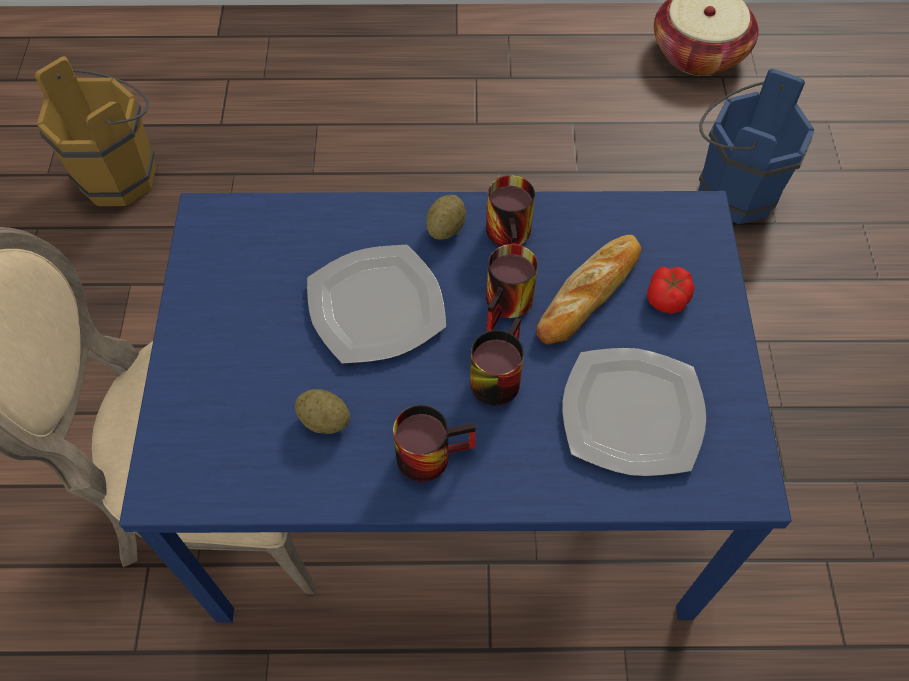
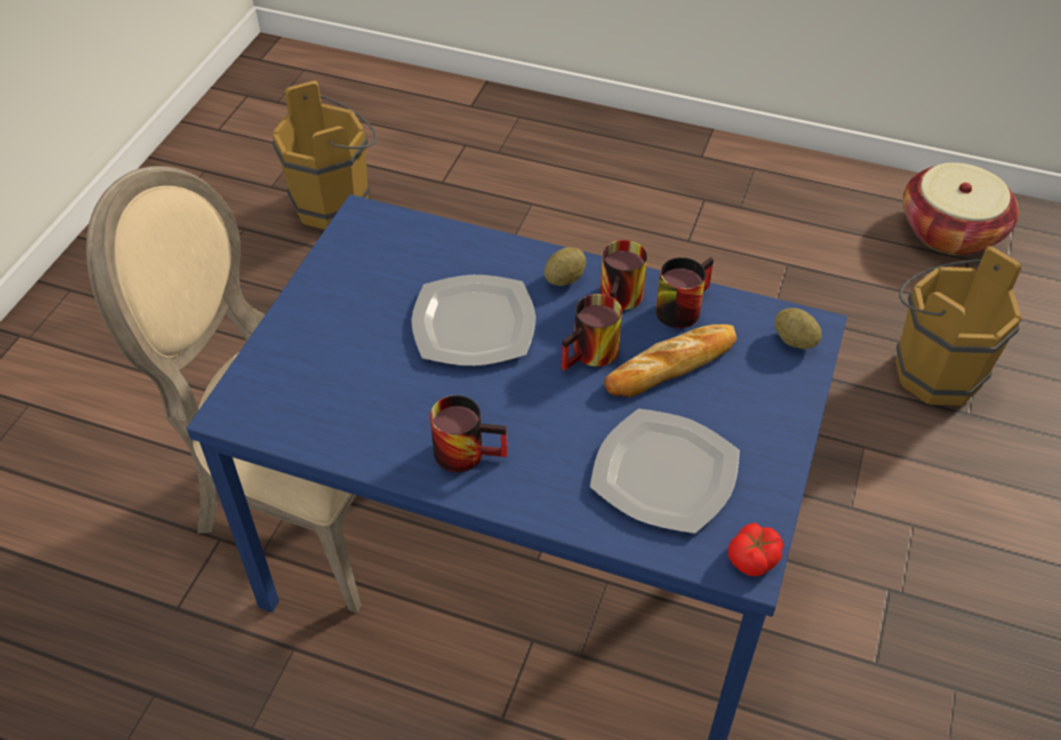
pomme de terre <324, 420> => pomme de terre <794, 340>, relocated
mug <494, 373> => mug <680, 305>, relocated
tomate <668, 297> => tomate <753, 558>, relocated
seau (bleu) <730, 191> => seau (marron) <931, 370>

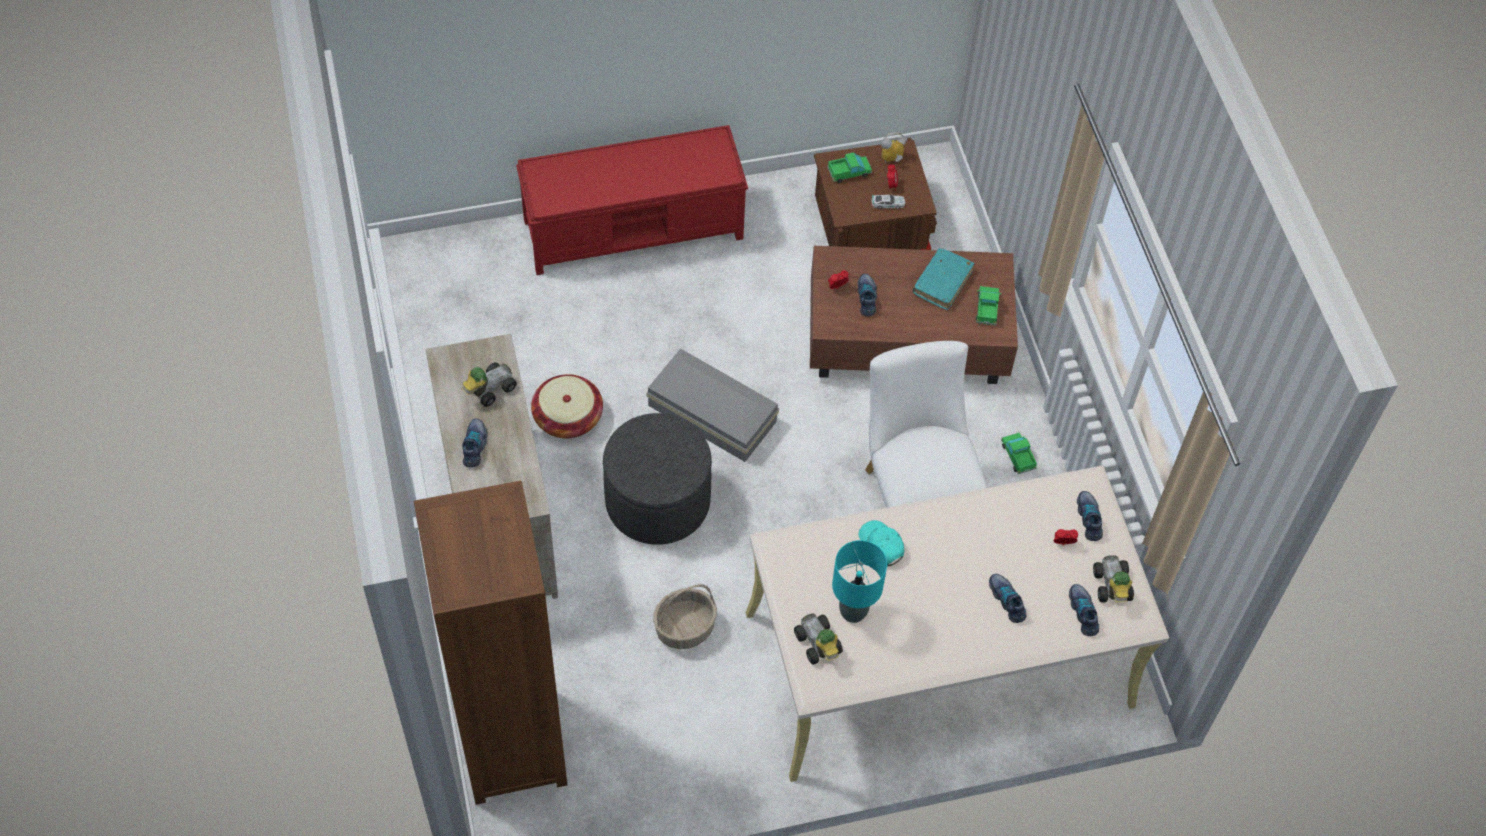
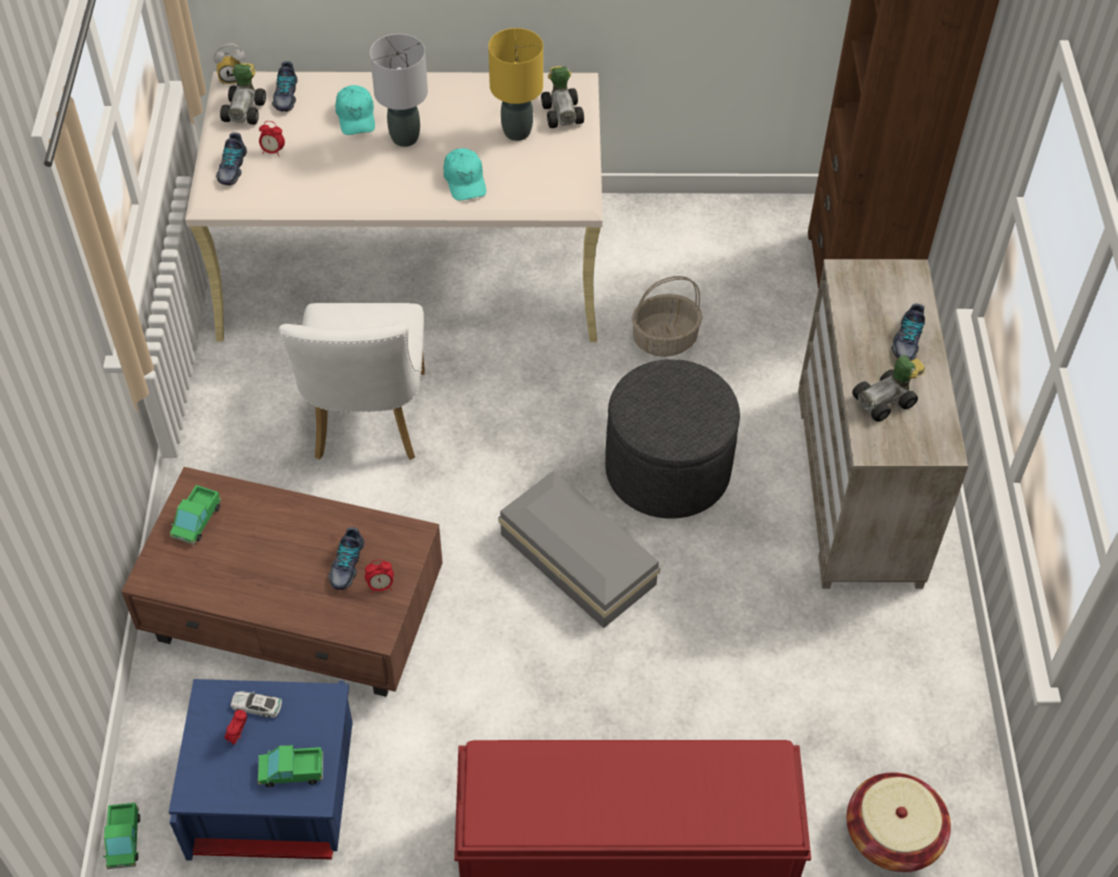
livre (turquoise) <942, 282> => nothing
nothing => lampe de table (gris) <405, 137>
panier <568, 417> => panier <892, 834>, relocated
réveil <892, 160> => réveil <234, 77>, relocated
camion jouet <1017, 456> => camion jouet <124, 840>, relocated
chaussure <1007, 600> => casquette (turquoise) <356, 116>
boîte de rangement (marron) <869, 223> => boîte de rangement (bleu) <273, 794>
lampe de table (turquoise) <852, 611> => lampe de table (jaune) <517, 132>

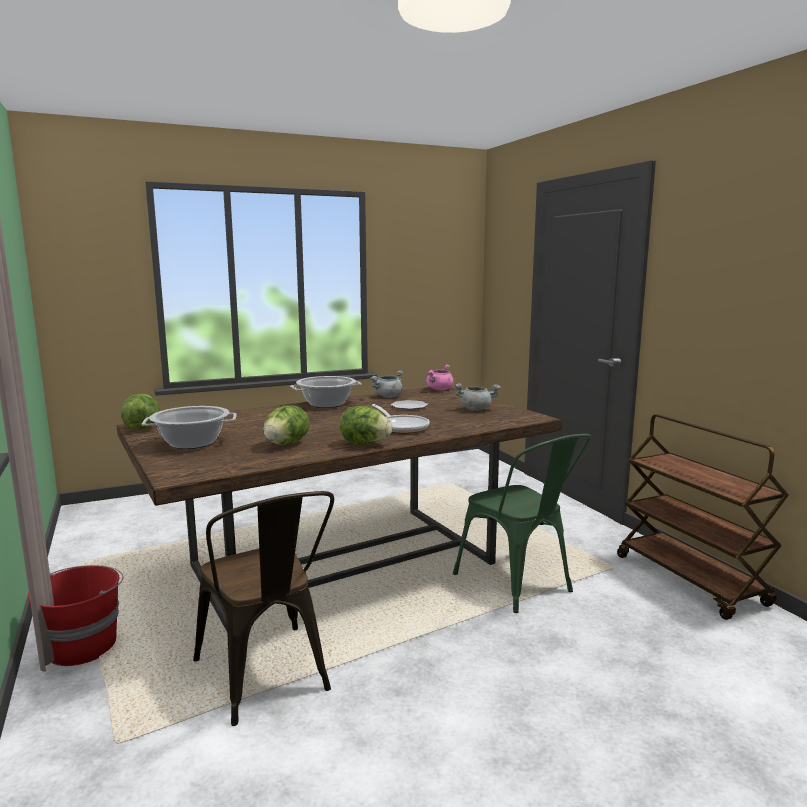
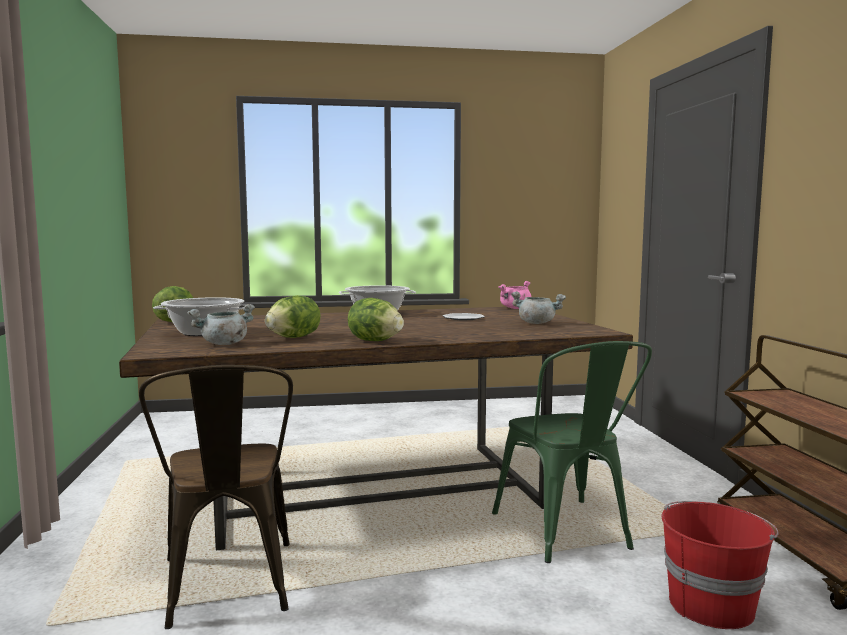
poêle <401, 427> => nothing
seau (rouge) <83, 645> => seau (rouge) <711, 604>, relocated
marmite (gris) <388, 397> => marmite (gris) <224, 344>, relocated

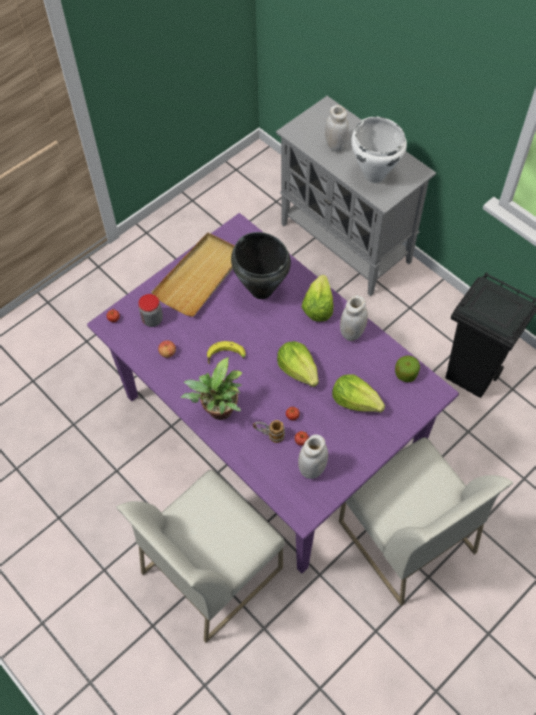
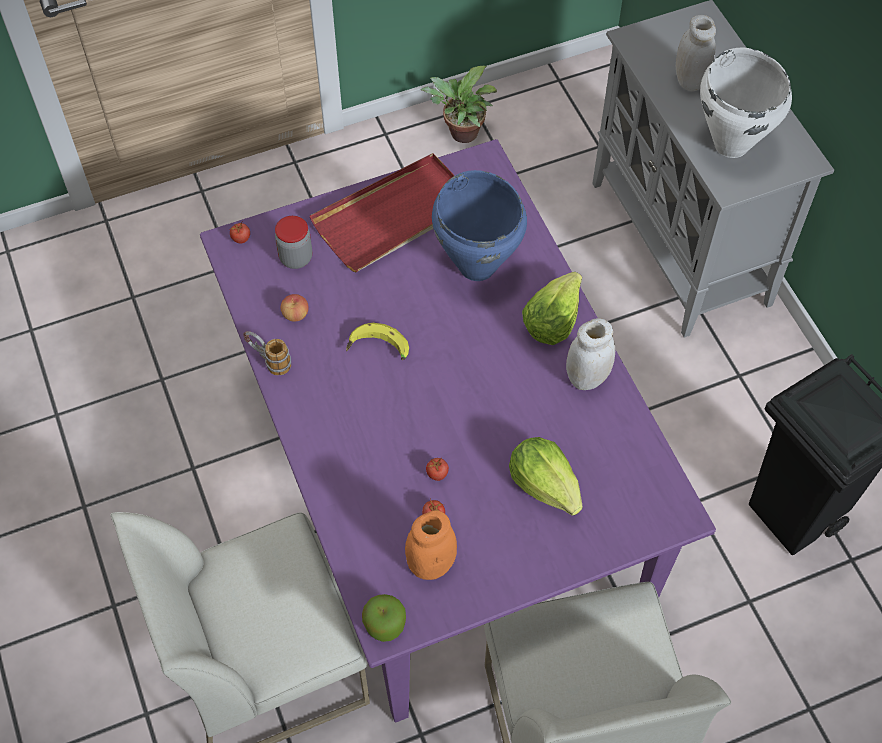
laitue <298, 370> => nothing
plante en pot <218, 412> => plante en pot <460, 134>, relocated
mug <269, 435> => mug <269, 361>, relocated
pomme <405, 374> => pomme <384, 624>, relocated
plateau (beige) <200, 276> => plateau (rouge) <395, 216>
marmite (noir) <261, 289> => marmite (bleu) <477, 265>
bocal (blanc) <312, 468> => bocal (orange) <431, 564>

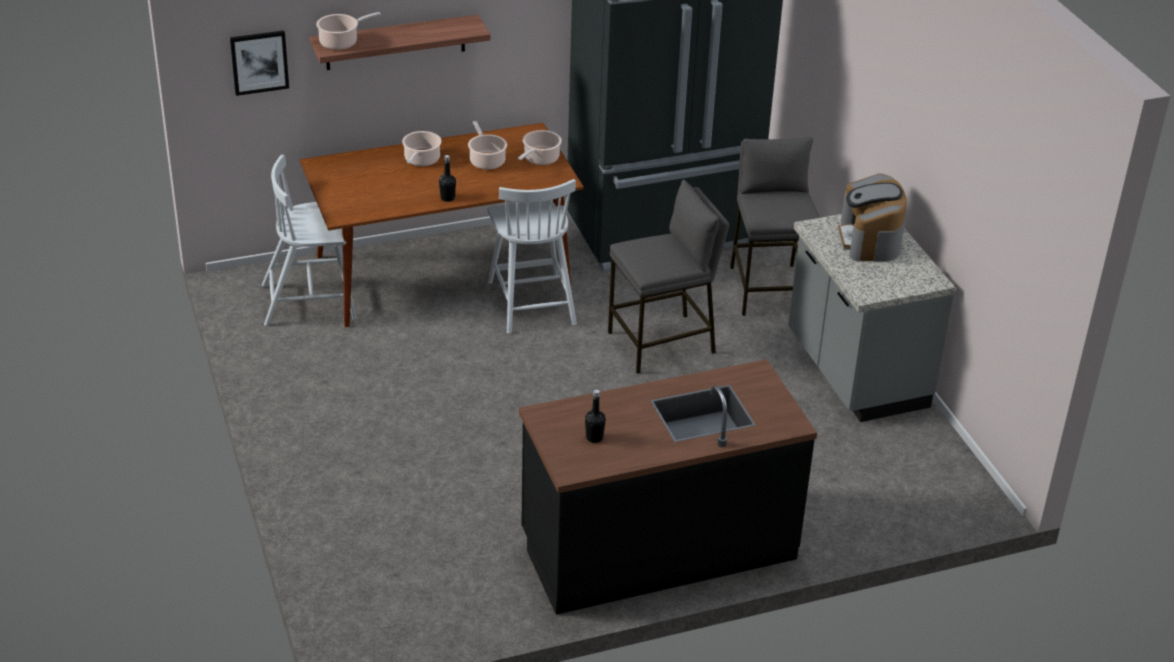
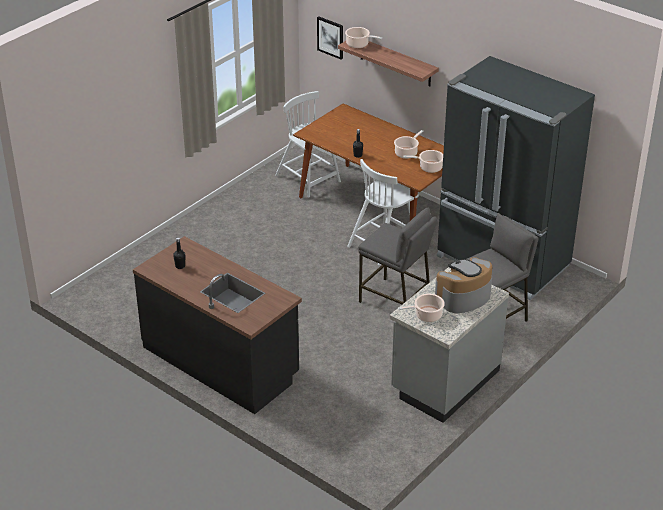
marmite <421, 160> => marmite <426, 315>, relocated

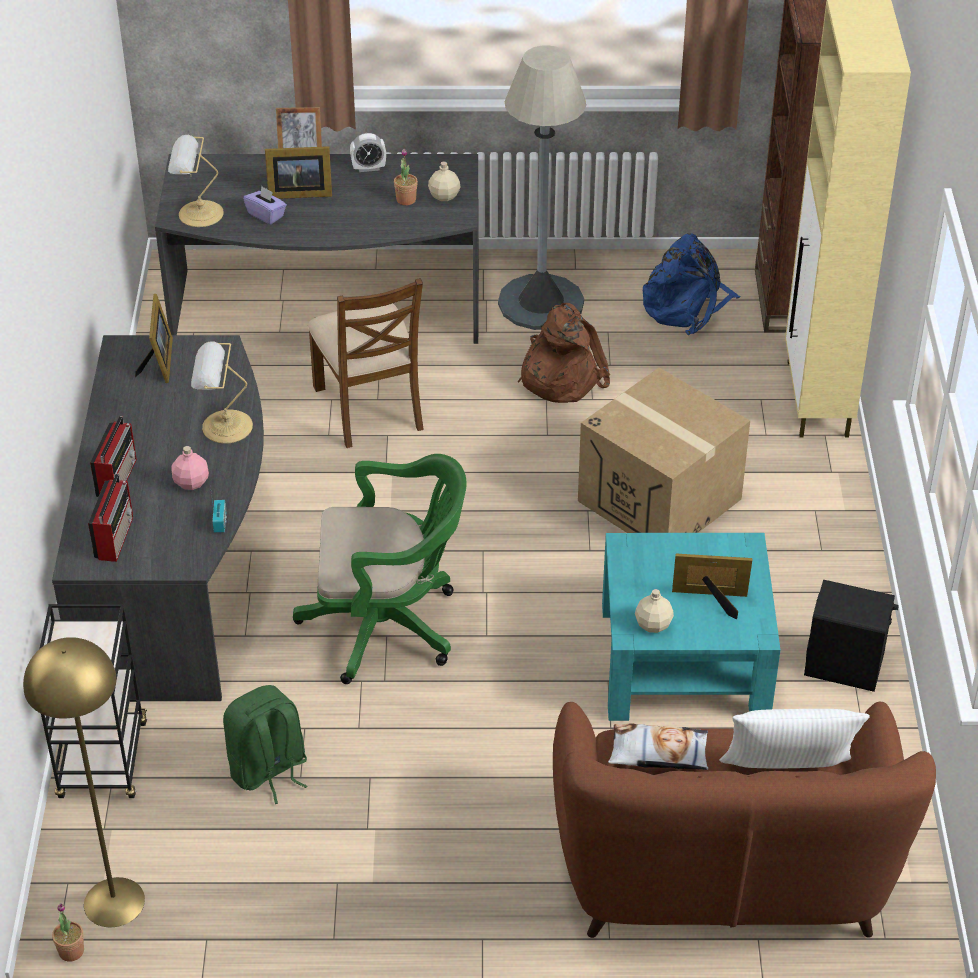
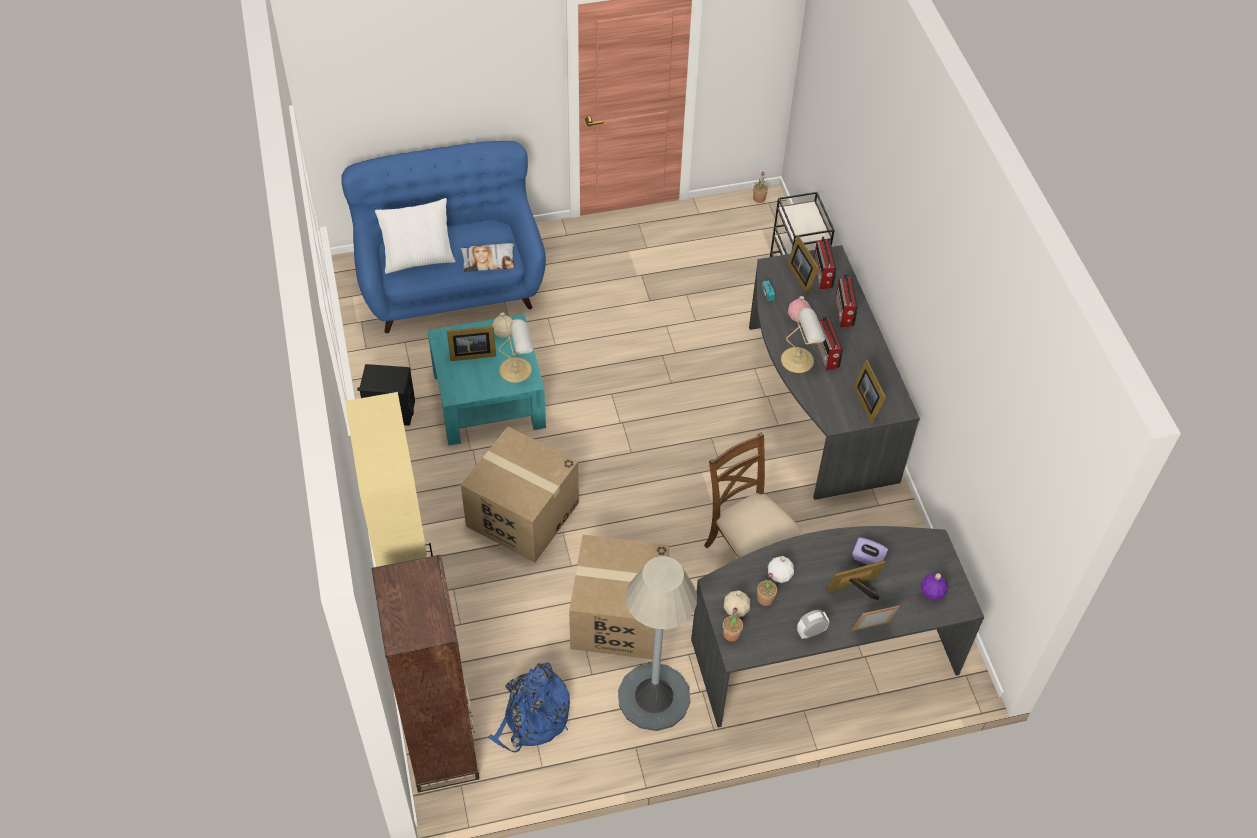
lampadaire (jaune) <114, 902> => nothing
sac à dos (vert) <268, 771> => nothing
chaise de bureau (vert) <389, 625> => nothing
nothing => plante en pot <731, 634>
nothing => bouteille (blanc) <780, 575>
nothing => cadre photo <802, 276>
nothing => radio <826, 355>
nothing => bouteille (violet) <932, 593>
lampe de table <198, 214> => lampe de table <517, 369>, relocated
sac à dos (marron) <560, 376> => carton <618, 616>
canapé (marron) <722, 873> => canapé (bleu) <451, 284>

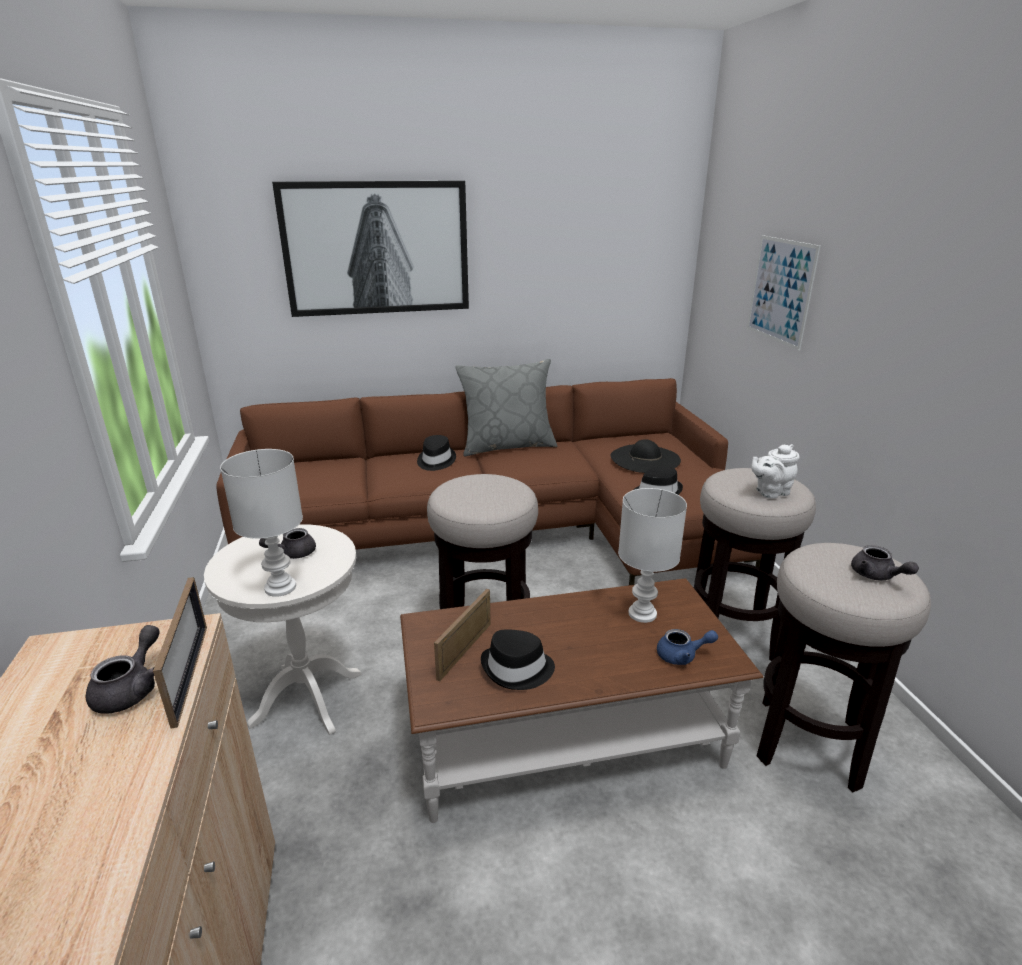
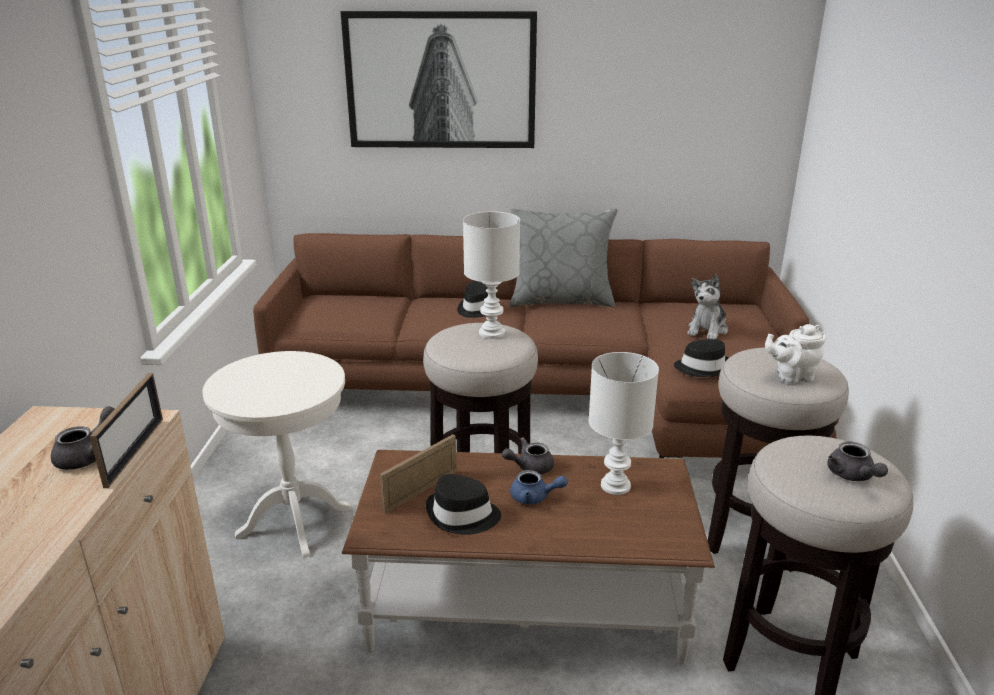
tableau <780, 291> => nothing
lampe de table (blanc) <280, 588> => lampe de table (blanc) <491, 333>, relocated
théière (gris) <292, 553> => théière (gris) <529, 467>, relocated
théière (bleu) <682, 656> => théière (bleu) <534, 497>, relocated
chapeau (noir) <645, 458> => peluche <707, 330>

